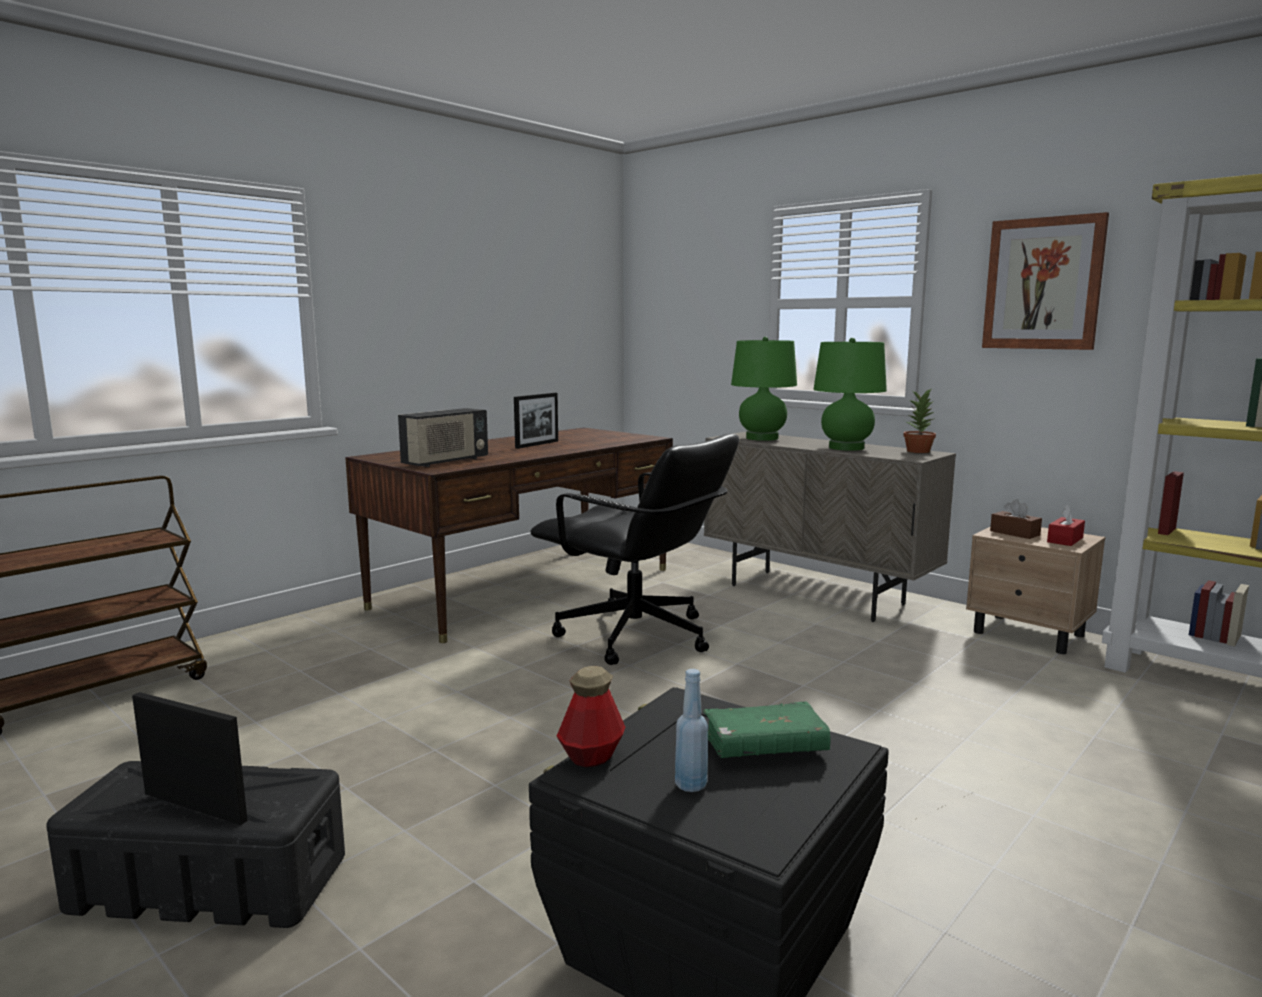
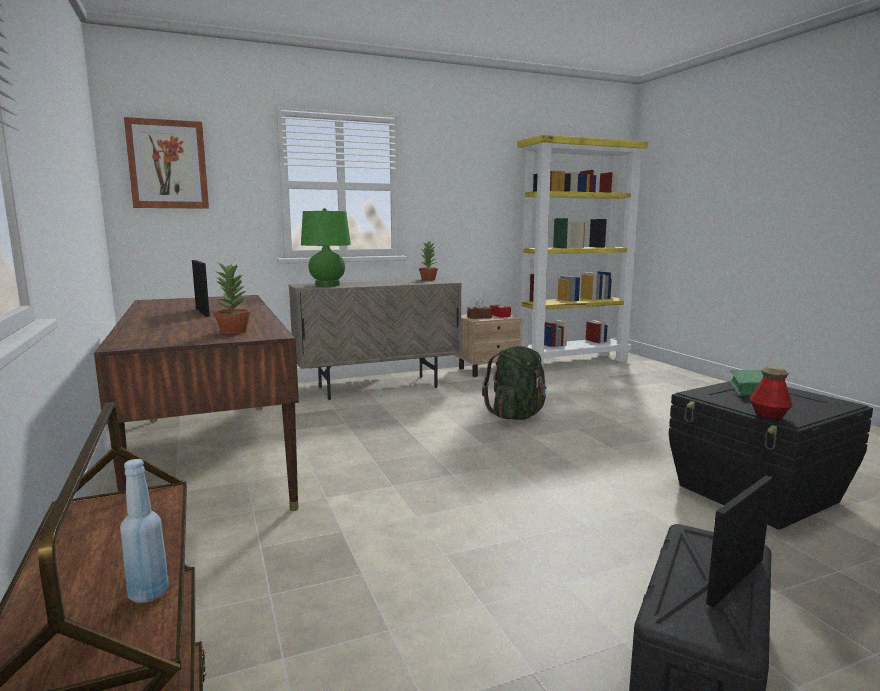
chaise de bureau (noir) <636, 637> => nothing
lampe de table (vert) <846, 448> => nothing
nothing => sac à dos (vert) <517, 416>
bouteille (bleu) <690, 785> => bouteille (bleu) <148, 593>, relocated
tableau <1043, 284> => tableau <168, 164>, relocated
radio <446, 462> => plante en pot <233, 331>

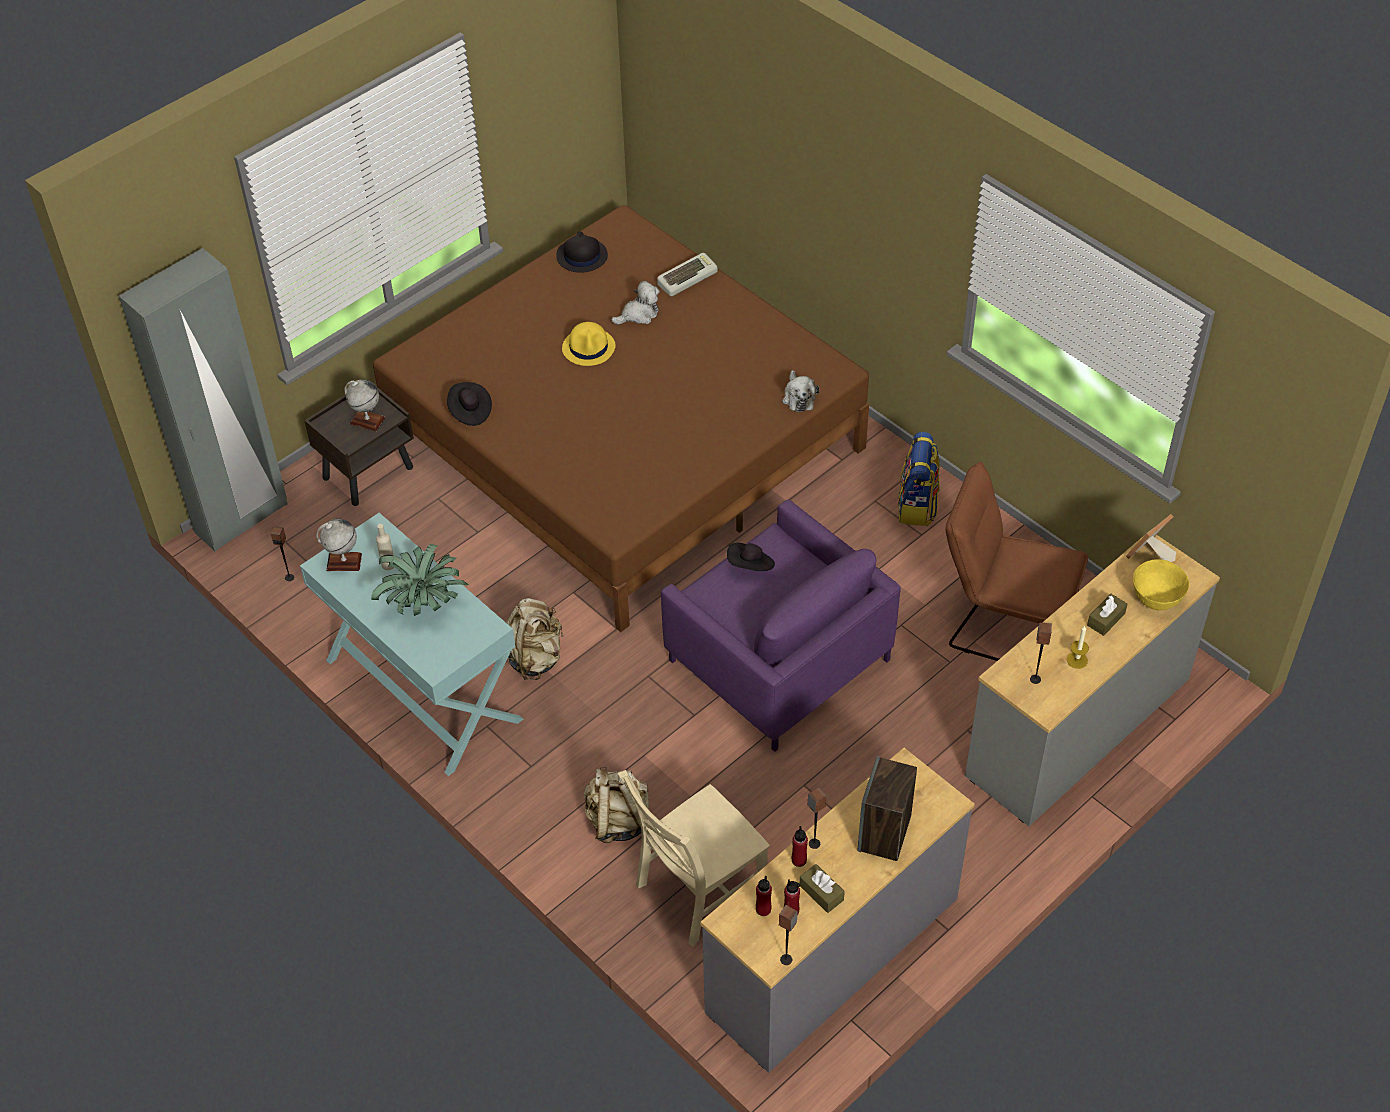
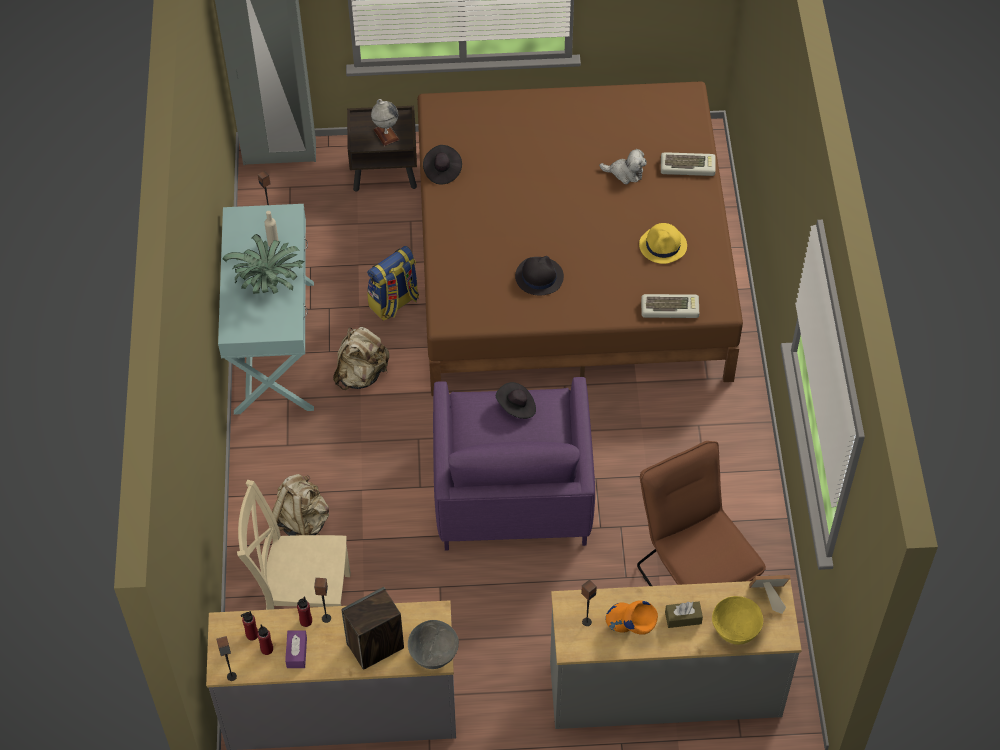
globe <344, 562> => nothing
nothing => bol (gris) <433, 656>
chapeau (noir) <581, 256> => chapeau (noir) <539, 276>, relocated
chapeau (jaune) <589, 348> => chapeau (jaune) <663, 246>, relocated
sac à dos <917, 506> => sac à dos <394, 303>, relocated
peluche <798, 397> => clavier <670, 308>
bougie <1077, 660> => vase (orange) <630, 630>
boîte à mouchoirs (marron) <821, 893> => boîte à mouchoirs (violet) <296, 652>

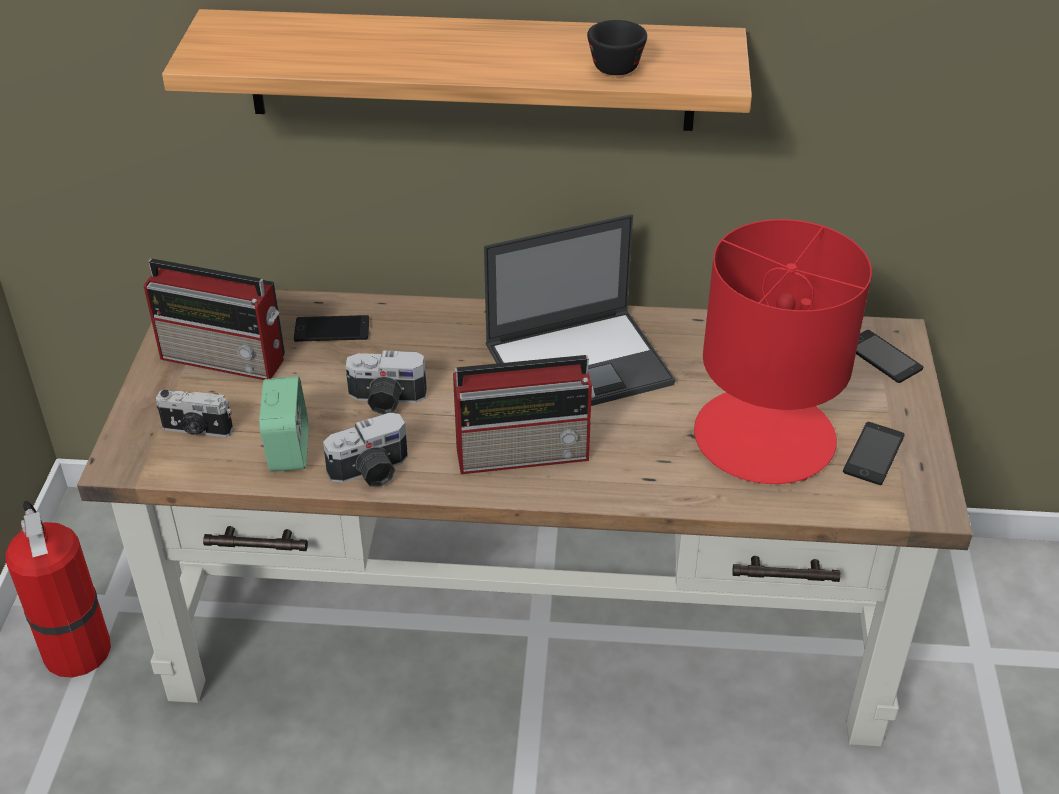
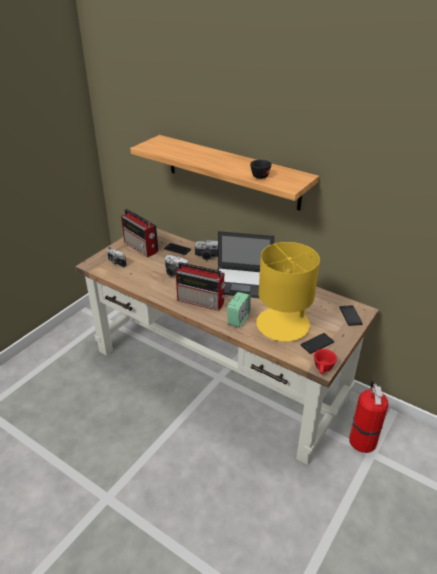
nothing => tasse (rouge) <323, 369>
extincteur <76, 647> => extincteur <362, 440>, relocated
réveil <288, 450> => réveil <238, 319>, relocated
appareil photo <371, 472> => appareil photo <207, 256>, relocated
lampe de table (rouge) <765, 437> => lampe de table (jaune) <283, 325>

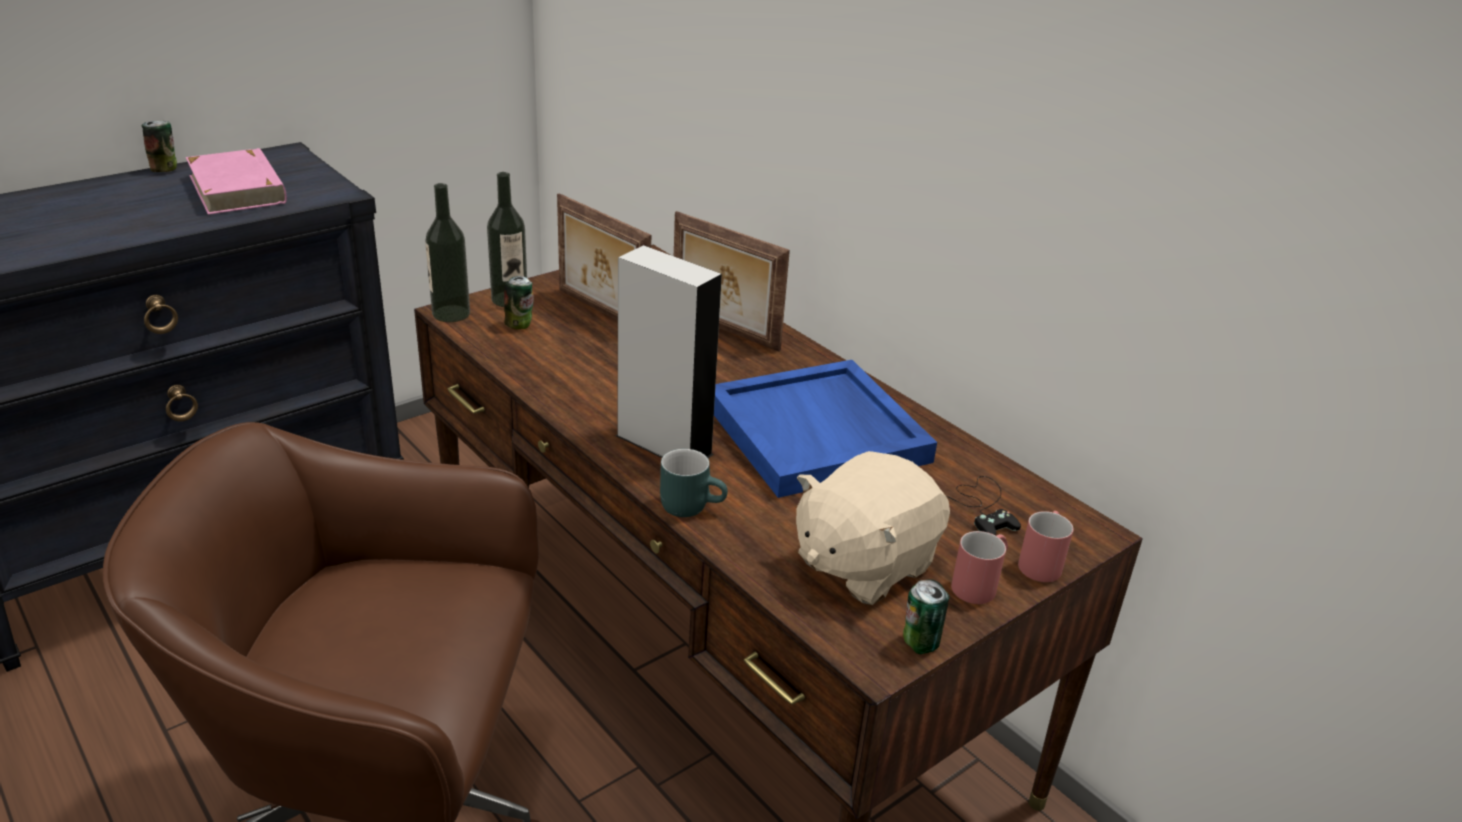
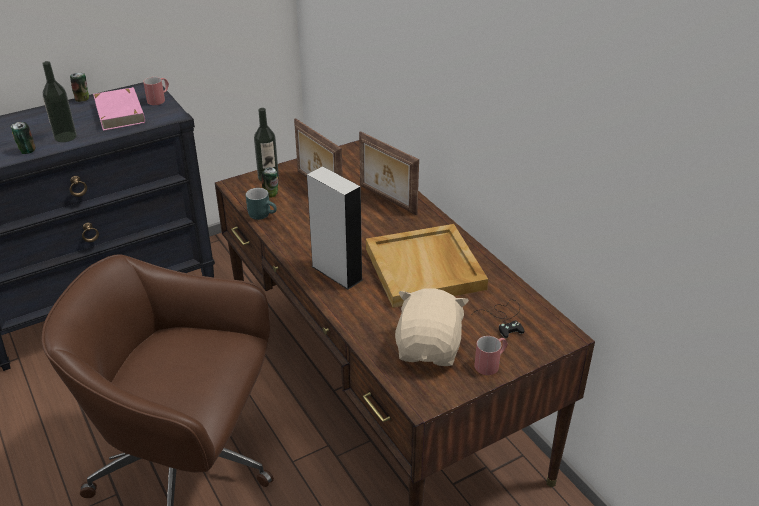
bouteille <451, 314> => bouteille <65, 137>, relocated
mug (turquoise) <692, 505> => mug (turquoise) <263, 214>, relocated
boîte métallique <919, 643> => boîte métallique <26, 151>, relocated
mug (rouge) <1042, 561> => mug (rouge) <159, 99>, relocated
plateau (bleu) <819, 433> => plateau (beige) <425, 269>
peluche (beige) <863, 563> => peluche (beige) <429, 348>, 135 degrees clockwise

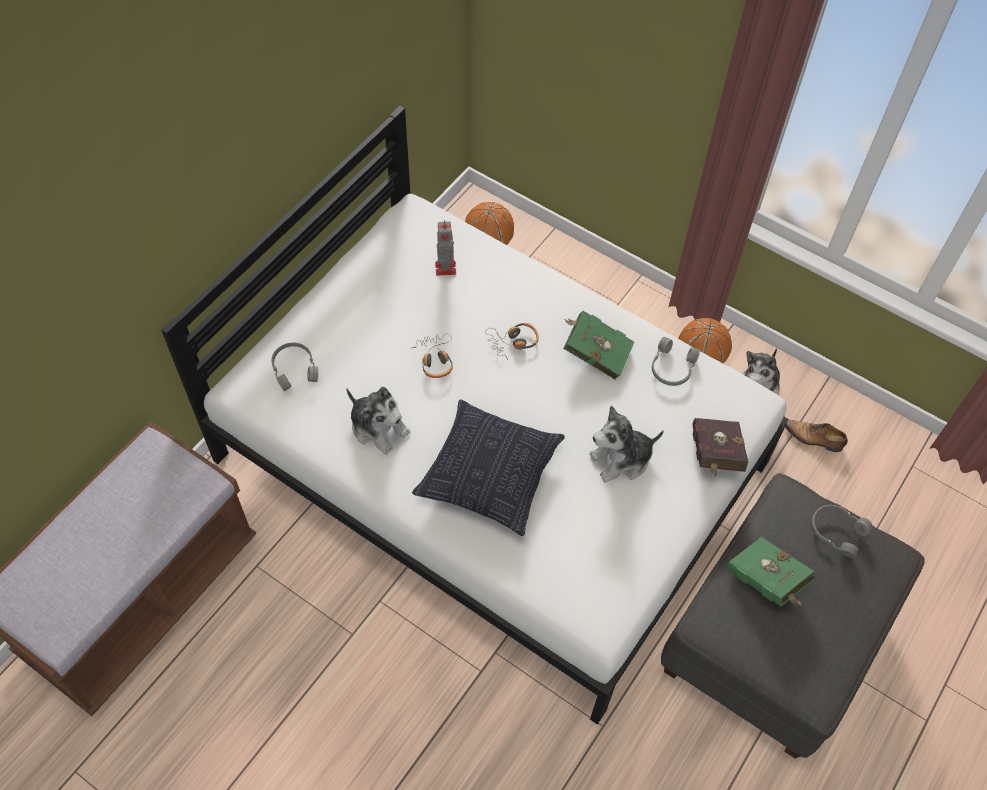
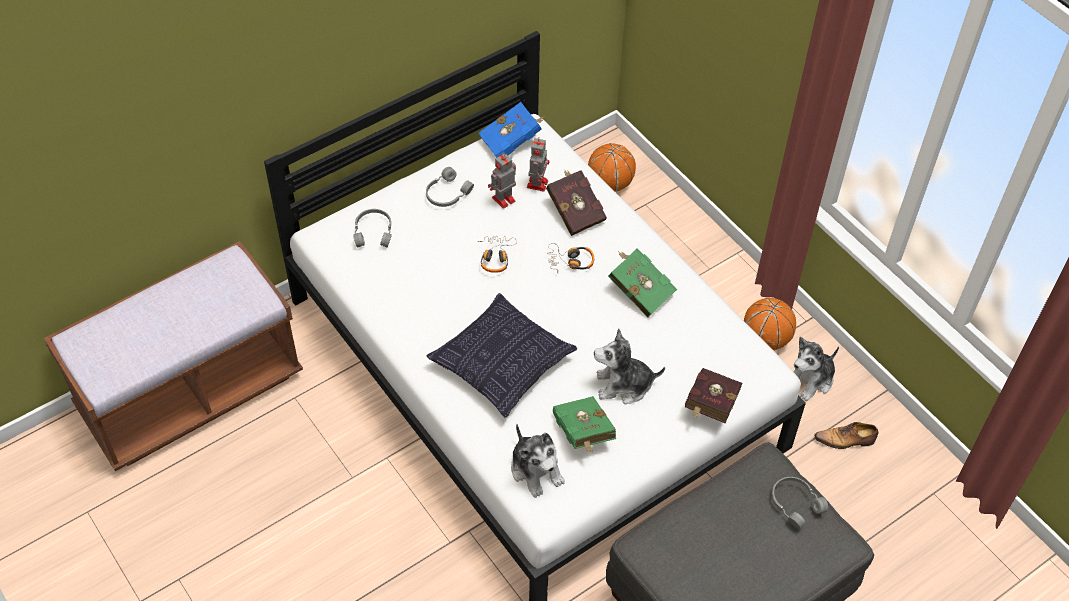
nothing => livre (bleu) <512, 141>
nothing => robot jouet <502, 200>
nothing => livre (rouge) <575, 211>
peluche <378, 427> => peluche <536, 470>, relocated
casque audio (gris) <671, 367> => casque audio (gris) <447, 193>, relocated
livre (vert) <768, 582> => livre (vert) <583, 435>, relocated
chaussure <814, 438> => chaussure <846, 440>, 45 degrees counterclockwise

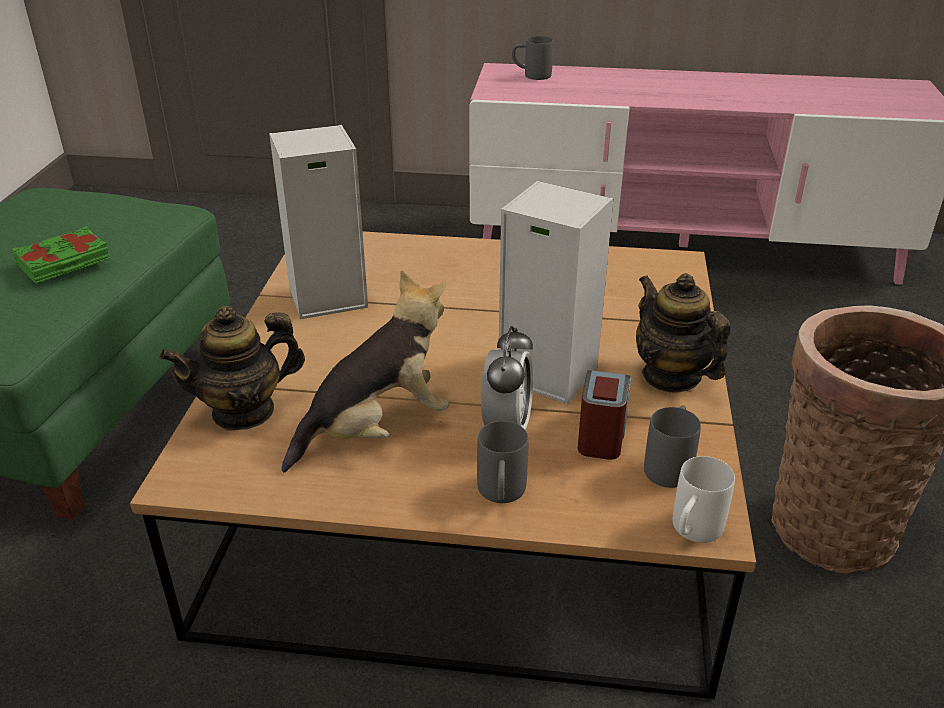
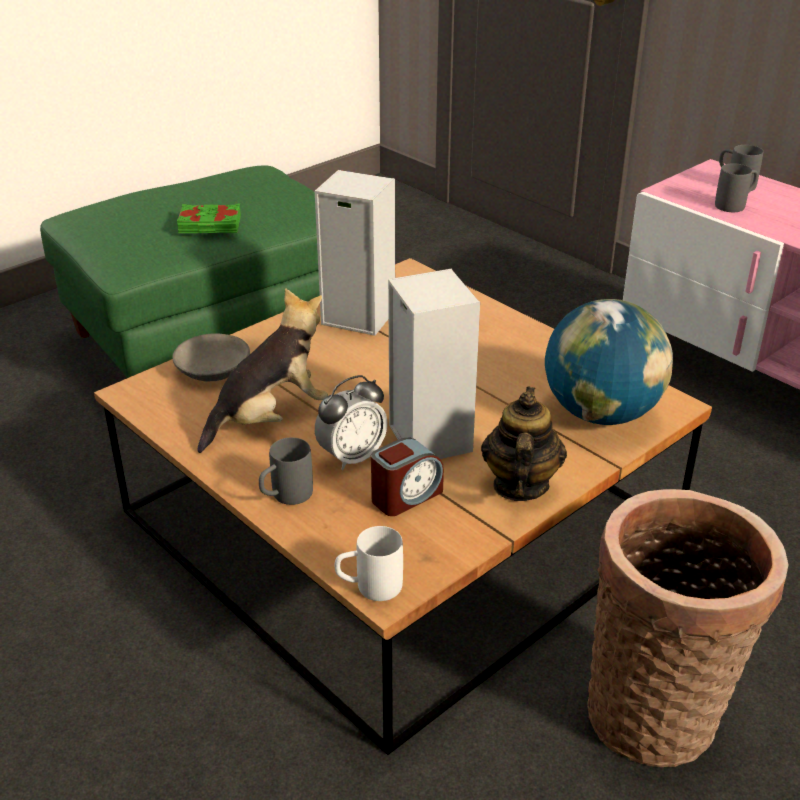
nothing => globe <601, 413>
mug (gris) <670, 464> => mug (gris) <735, 205>, relocated
théière <244, 411> => bol (gris) <212, 369>
peluche <376, 429> => peluche <270, 418>, 45 degrees counterclockwise

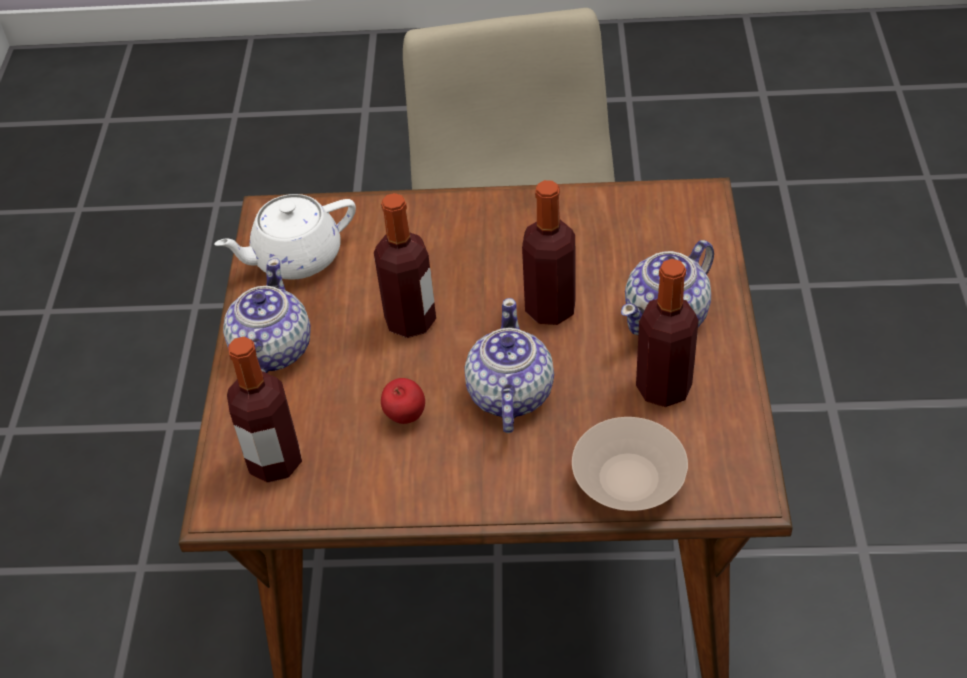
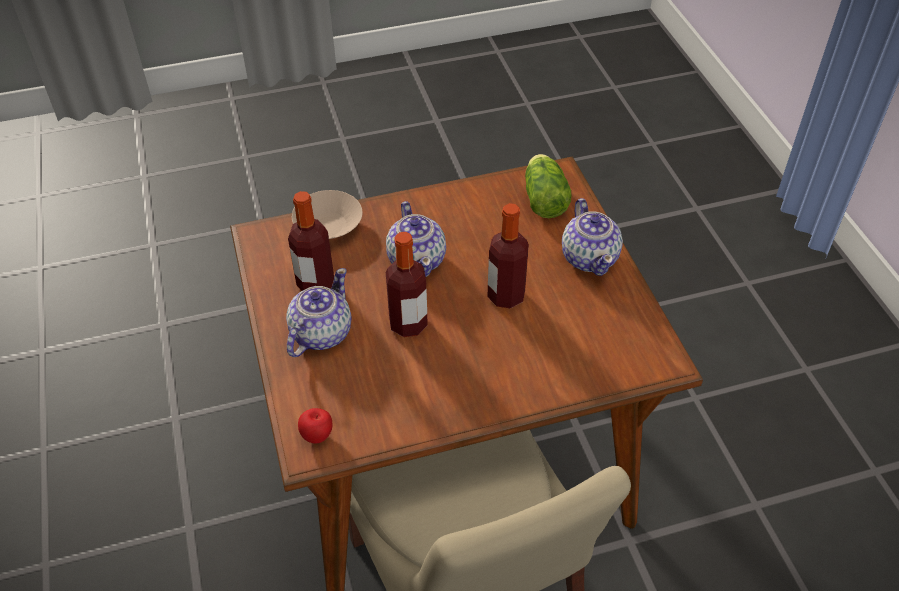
théière (blanc) <295, 258> => nothing
pomme <405, 417> => pomme <318, 436>, relocated
bouteille <275, 462> => laitue <544, 197>

